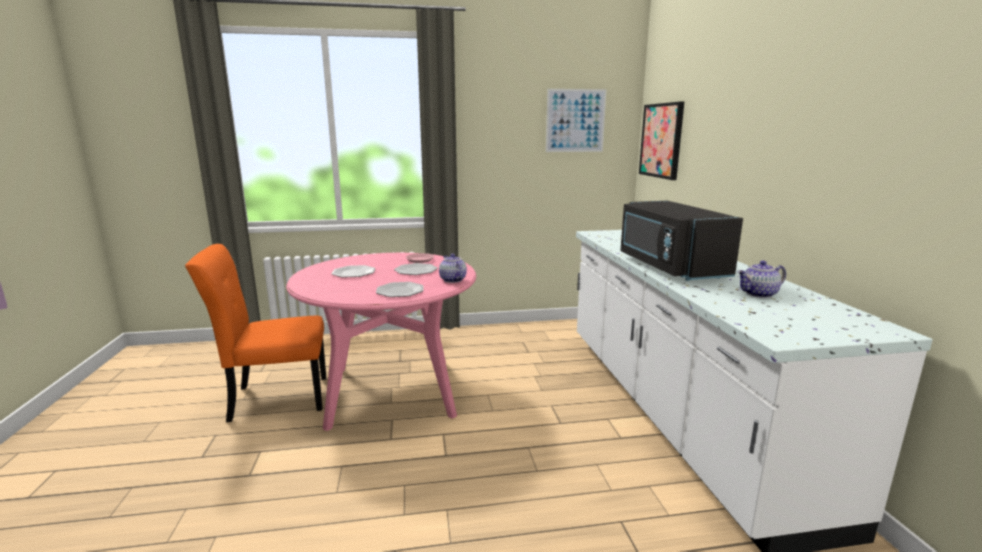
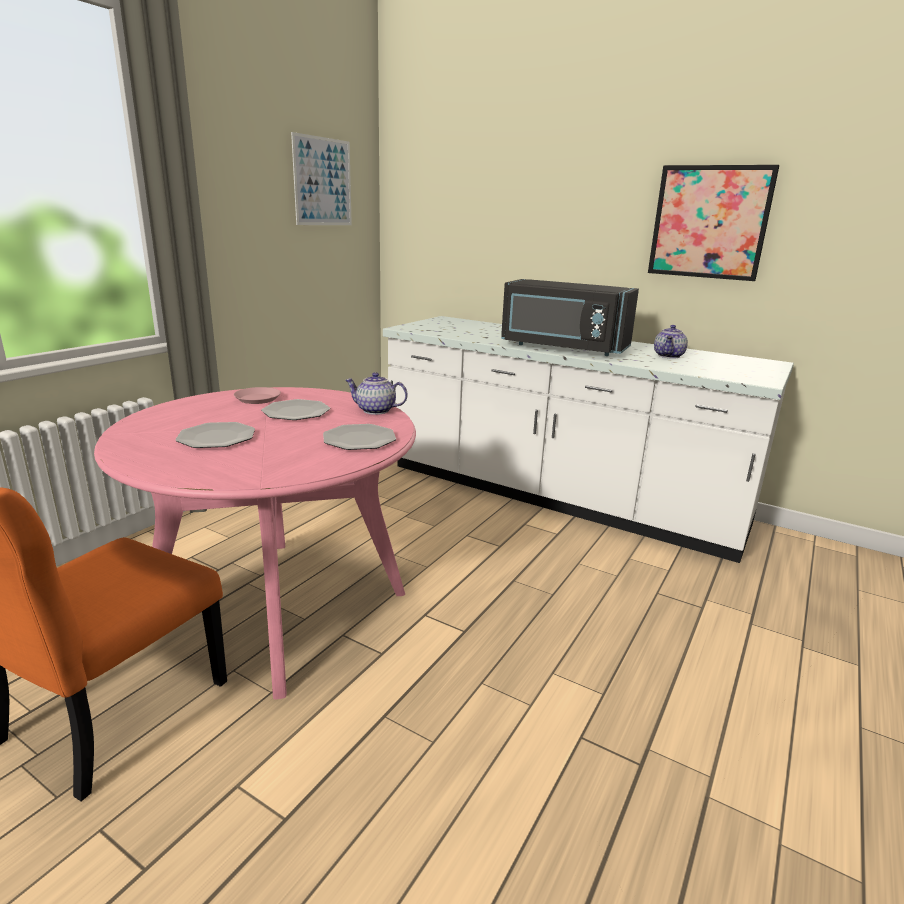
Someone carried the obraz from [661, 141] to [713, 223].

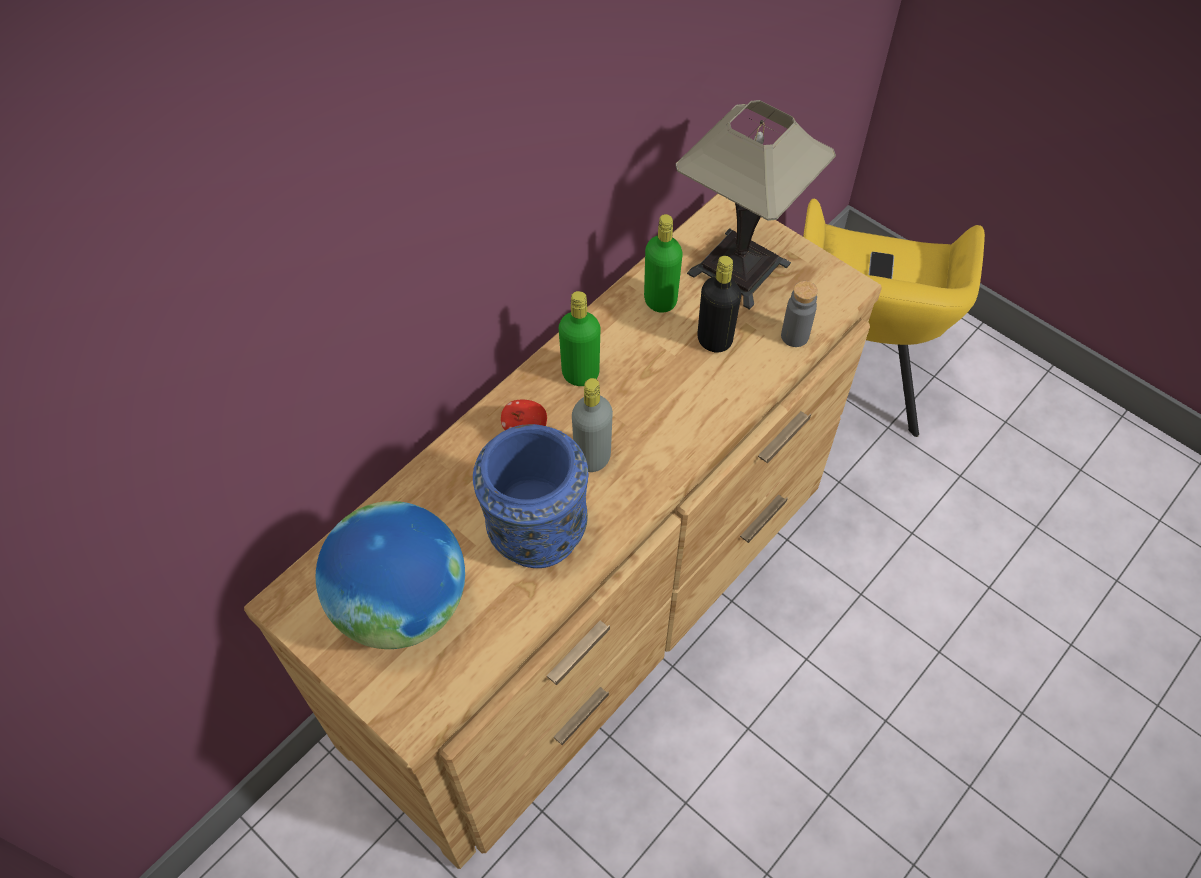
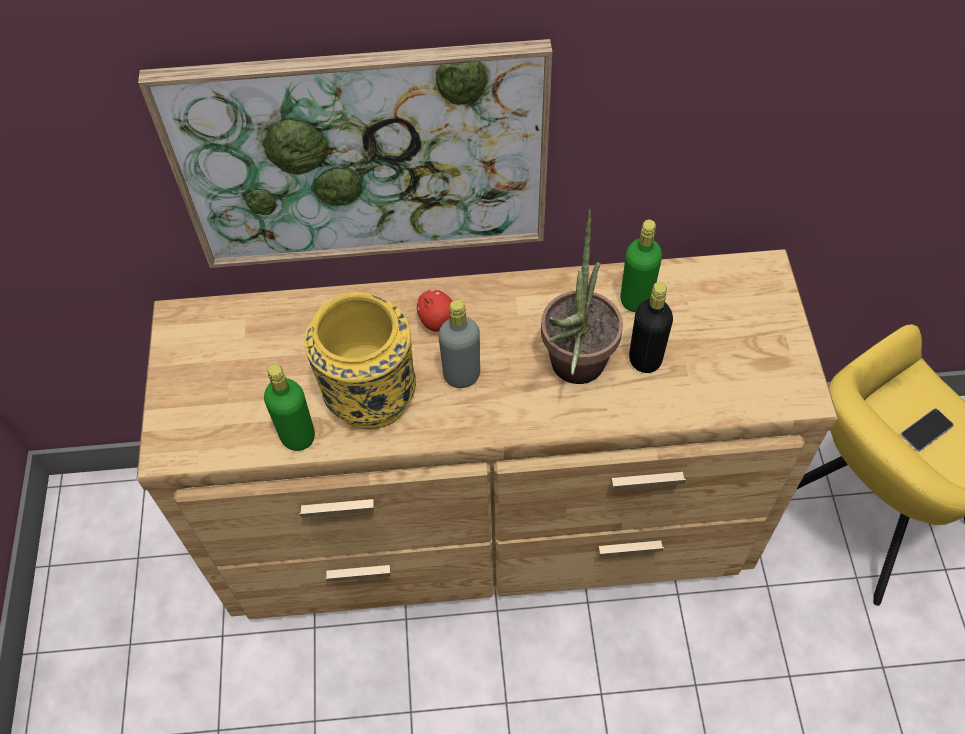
Someone put up the obraz at [345, 153]. Someone carried the butelka/zielony from [580, 338] to [289, 407]. Someone repainted the wazon/niebieski at [530, 496], which became the wazon/żółty at [360, 360]. Someone put down the roślina doniczkowa at [582, 296]. Someone took away the globus at [390, 575]. Someone took away the lampa stołowa at [756, 205]. Someone took away the butelka/szary at [799, 314].

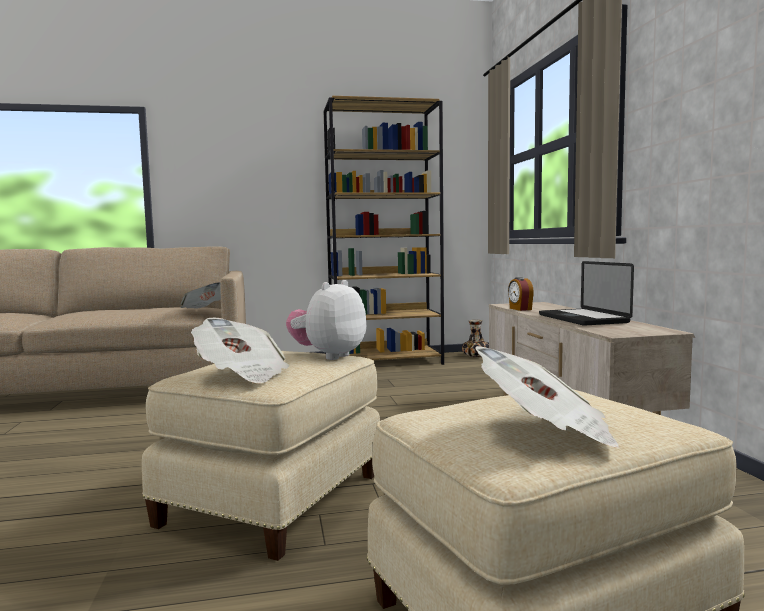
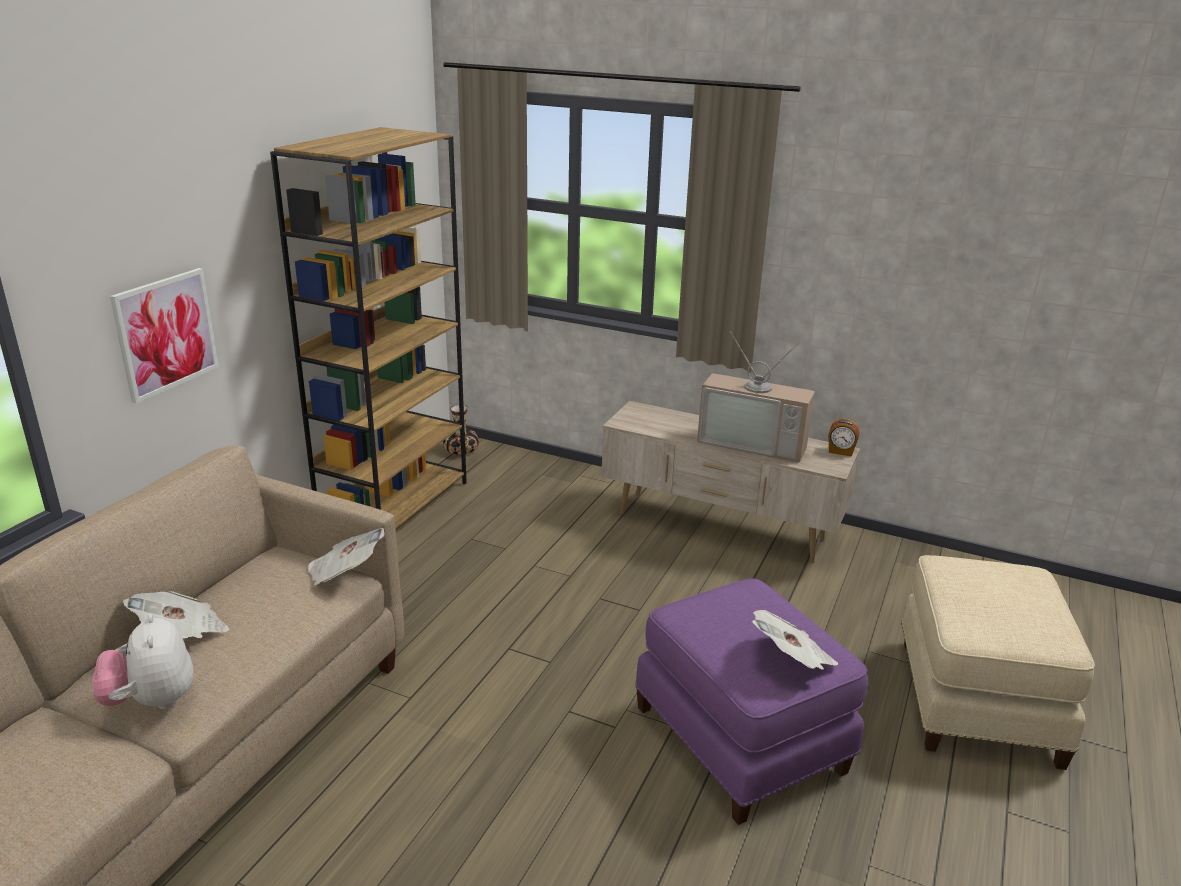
Someone carried the pluszak from [326, 320] to [143, 661]. Someone put up the obraz at [164, 335]. Someone carried the gazeta from [547, 397] to [176, 615]. Someone repainted the pufa/beżowy at [261, 456], which became the pufa/fioletowy at [751, 702]. Someone swapped the laptop at [586, 293] for the telewizor at [756, 396]. Someone carried the budzik from [521, 294] to [843, 437].

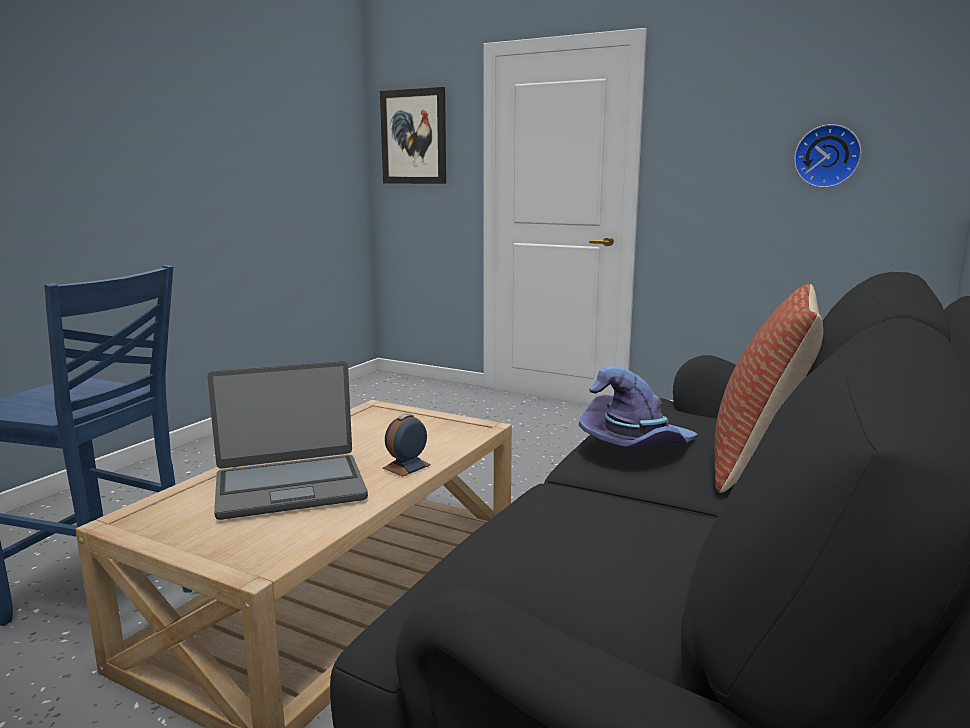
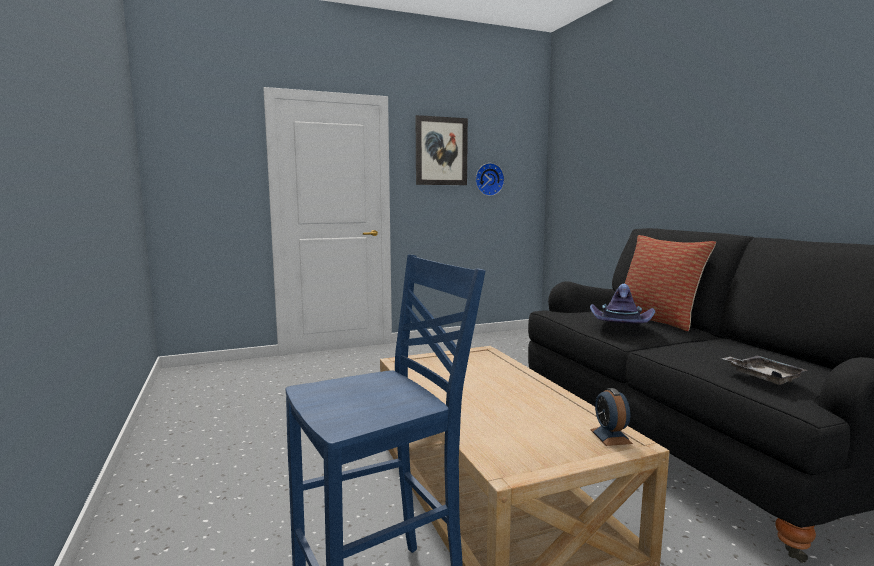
Someone carried the obraz from [413, 135] to [442, 150]. Someone carried the budzik from [407, 445] to [611, 417]. Someone put down the taca/szary at [764, 370]. Someone took away the laptop at [287, 440].

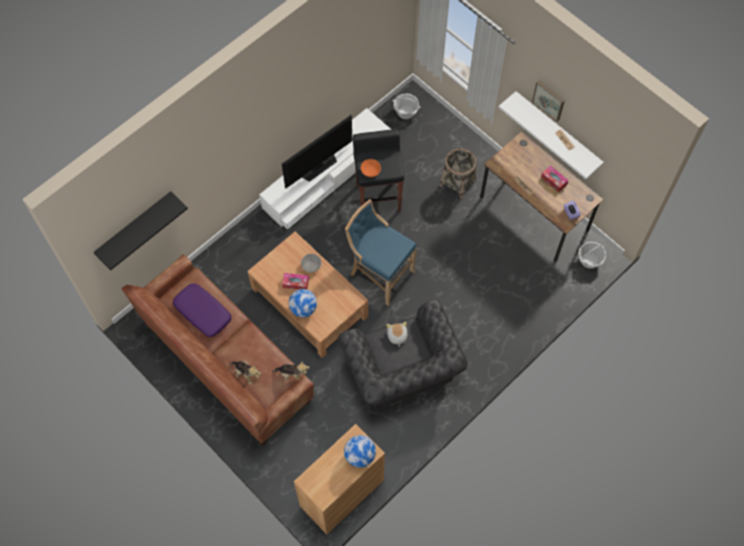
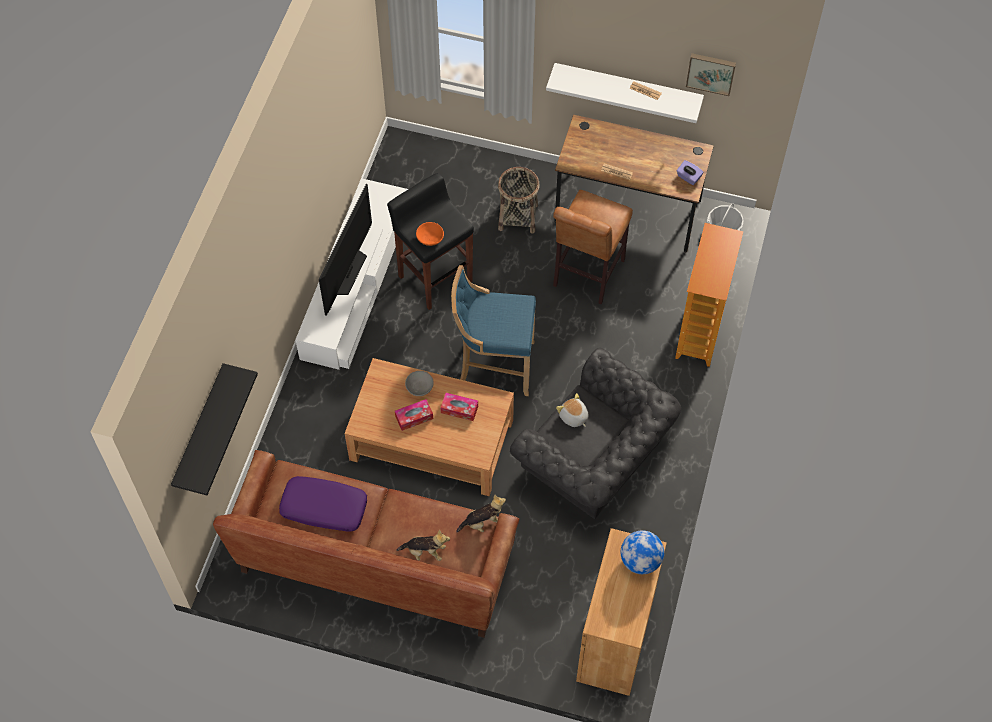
Someone carried the pudełko chusteczek from [554, 179] to [459, 407]. Someone put down the stołek/brązowy at [593, 247]. Someone put down the regał at [709, 295]. Someone carried the obraz from [548, 101] to [711, 74]. Someone took away the globus at [303, 303]. Someone took away the koszyk at [406, 106].

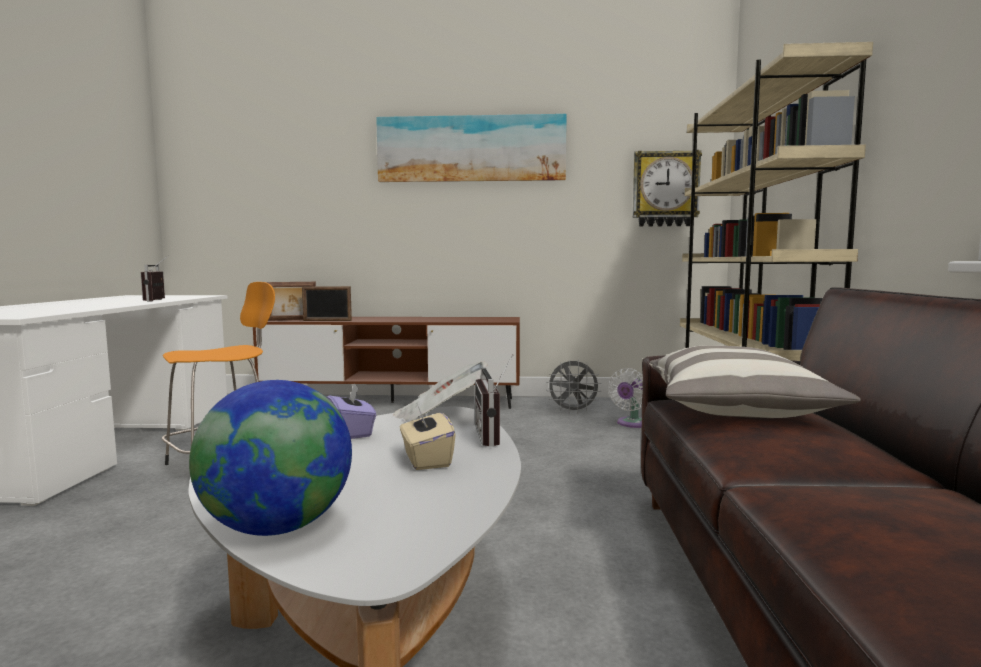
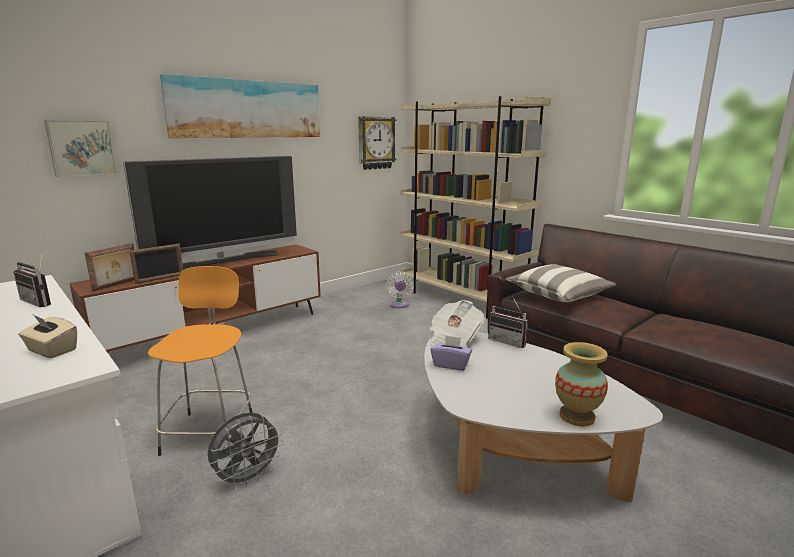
Someone carried the pudełko chusteczek/beżowy from [428, 437] to [47, 336]. Someone put up the obraz at [80, 148]. Someone put down the telewizor at [210, 213]. Someone carried the wentylator/szary from [573, 386] to [246, 451]. Someone swapped the globus at [270, 458] for the wazon at [581, 384].

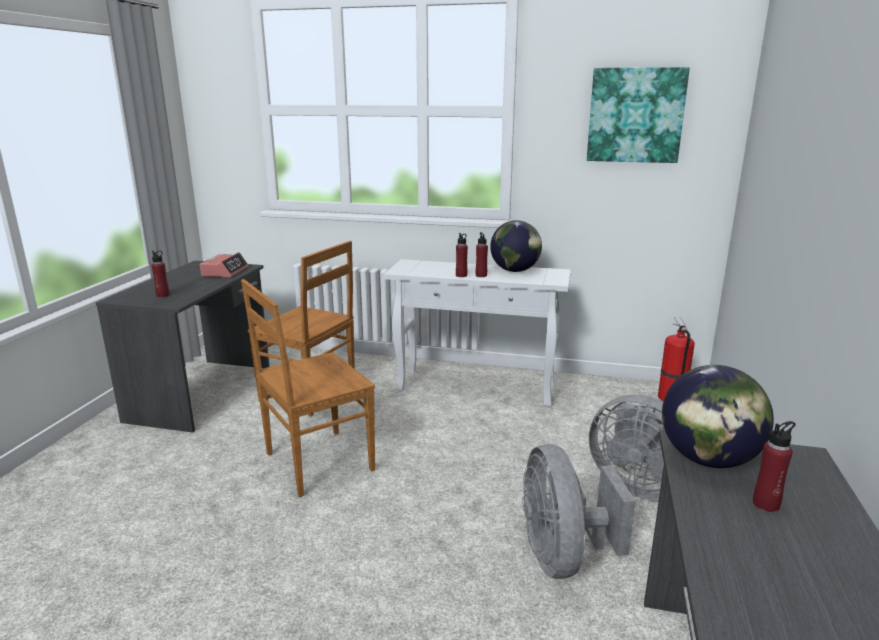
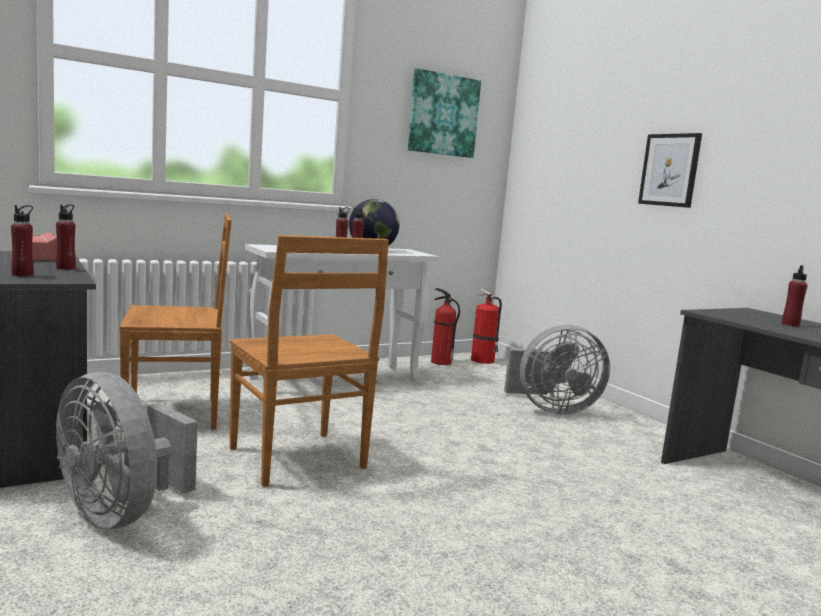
Someone put down the butelka/czerwony at [66, 237]. Someone carried the wentylator/szary from [579, 511] to [127, 450]. Someone rotated the krzesło/brązowy at [308, 388] by 45 degrees counterclockwise. Someone put down the gaśnica at [445, 326]. Someone put up the obraz at [670, 170]. Someone took away the globus at [718, 416].

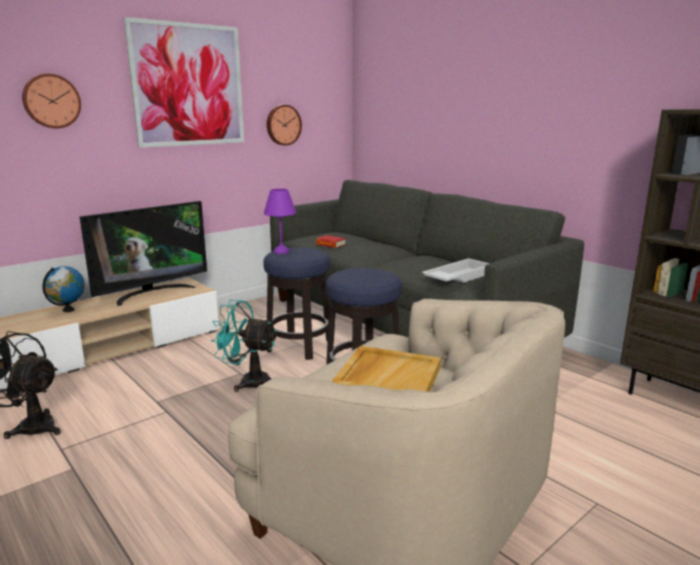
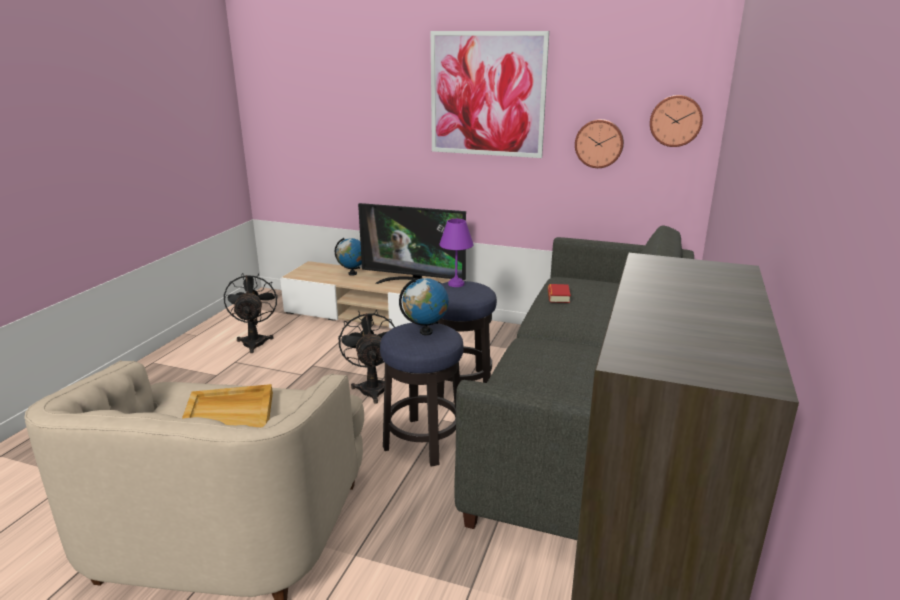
Someone repainted the wentylator/turkusowy at [243, 346], which became the wentylator/czarny at [366, 357]. Someone put down the globus at [424, 306]. Someone carried the zegar ścienny from [51, 101] to [676, 121]. Someone took away the taca/biały at [456, 270].

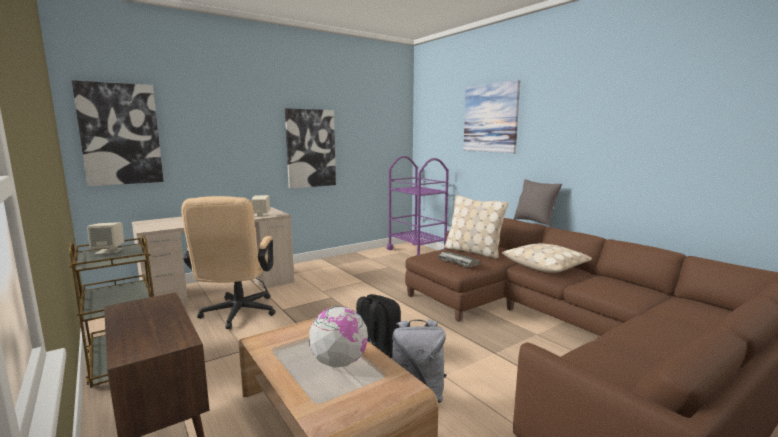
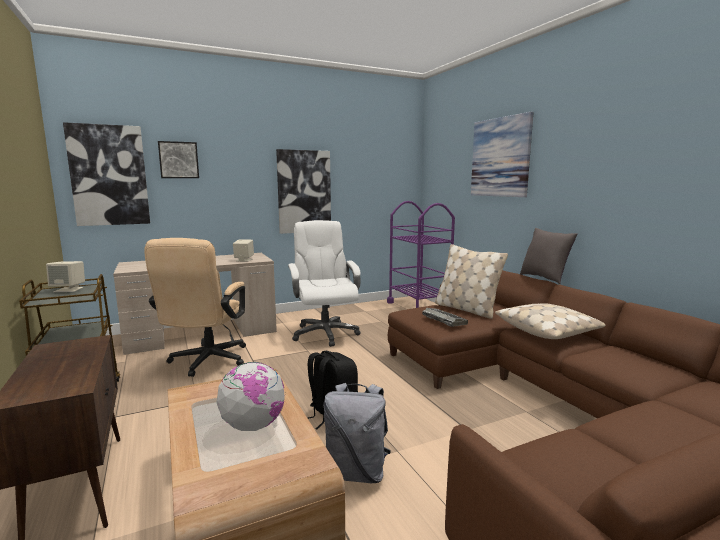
Someone put up the obraz at [178, 159]. Someone put down the krzesło biurowe/biały at [324, 283].

